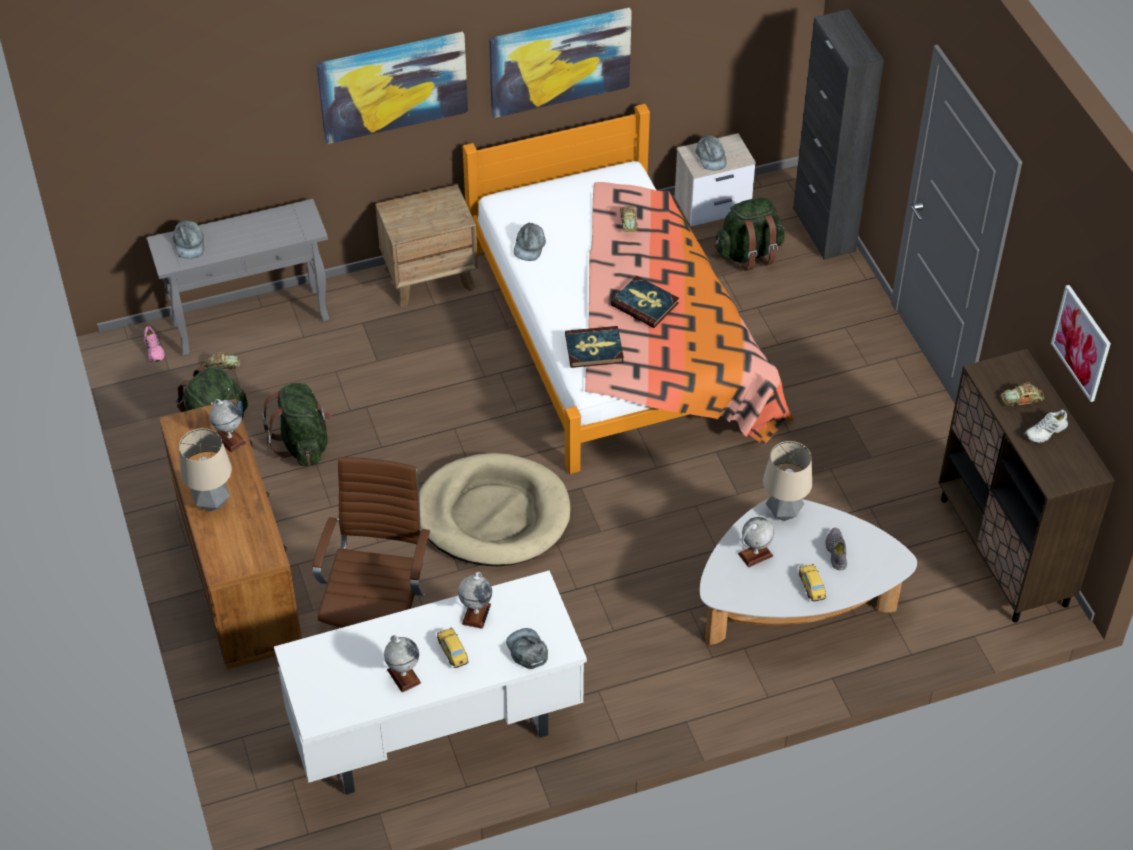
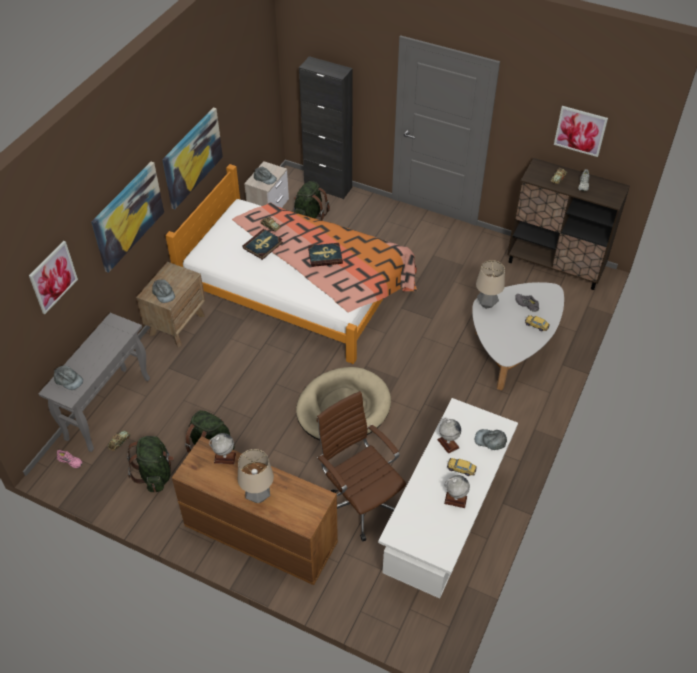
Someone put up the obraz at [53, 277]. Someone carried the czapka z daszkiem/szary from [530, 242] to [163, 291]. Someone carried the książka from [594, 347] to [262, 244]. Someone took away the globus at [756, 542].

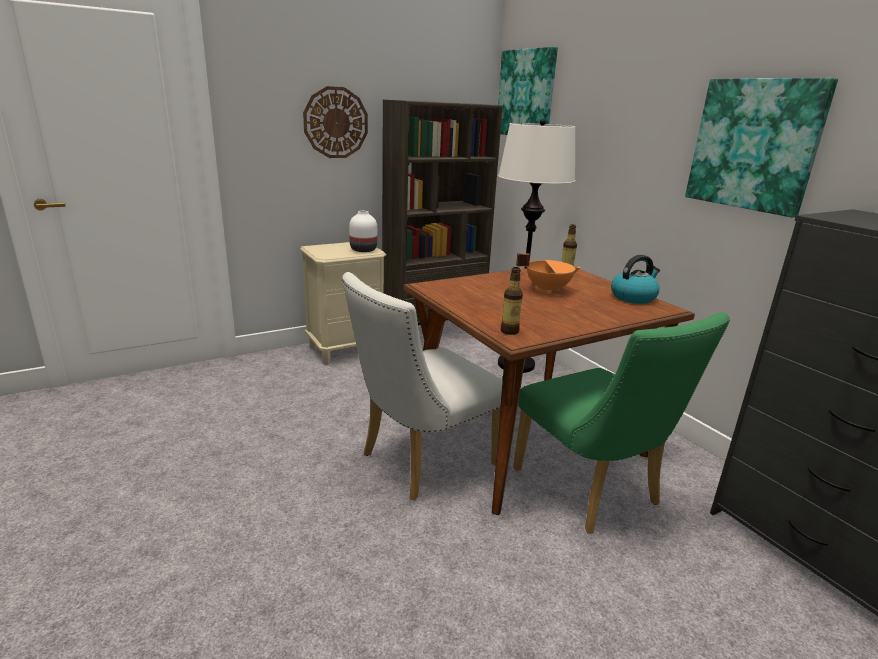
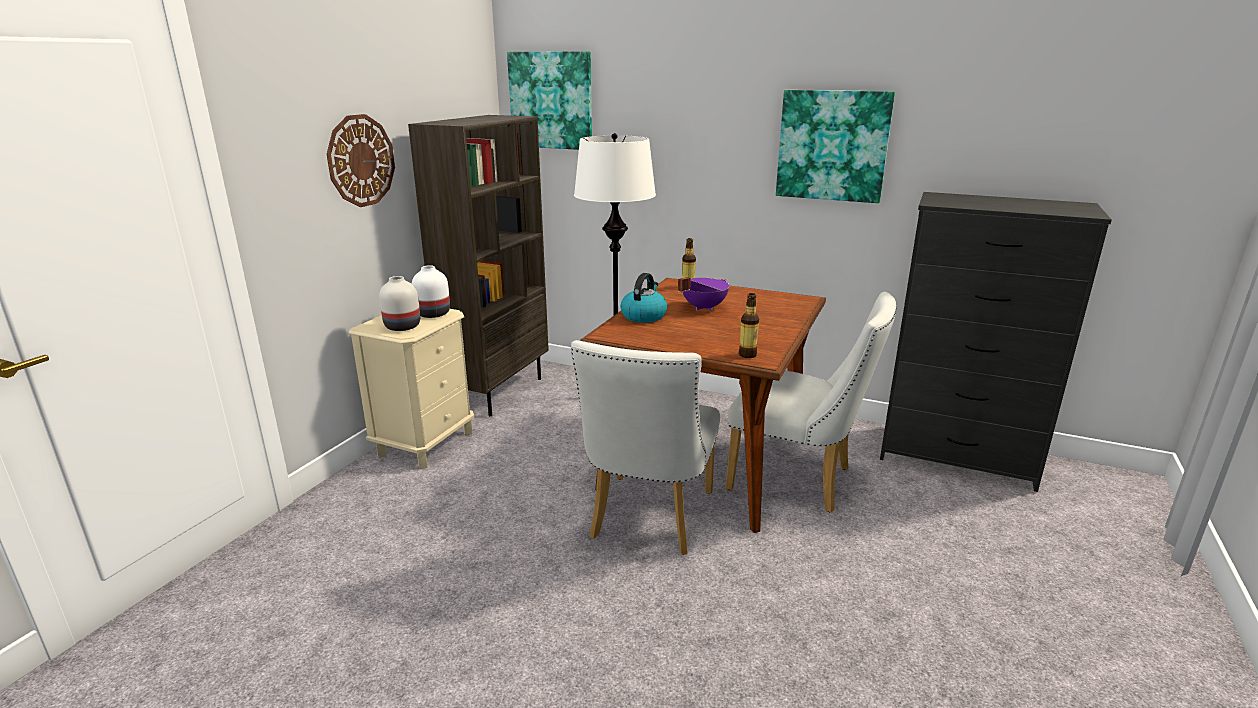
Someone put down the wazon/biały at [399, 303]. Someone carried the czajnik from [635, 279] to [644, 298]. Someone repainted the garnek/pomarańczowy at [548, 273], which became the garnek/fioletowy at [703, 294]. Someone repainted the krzesło/zielony at [621, 423], which became the krzesło/biały at [811, 402].

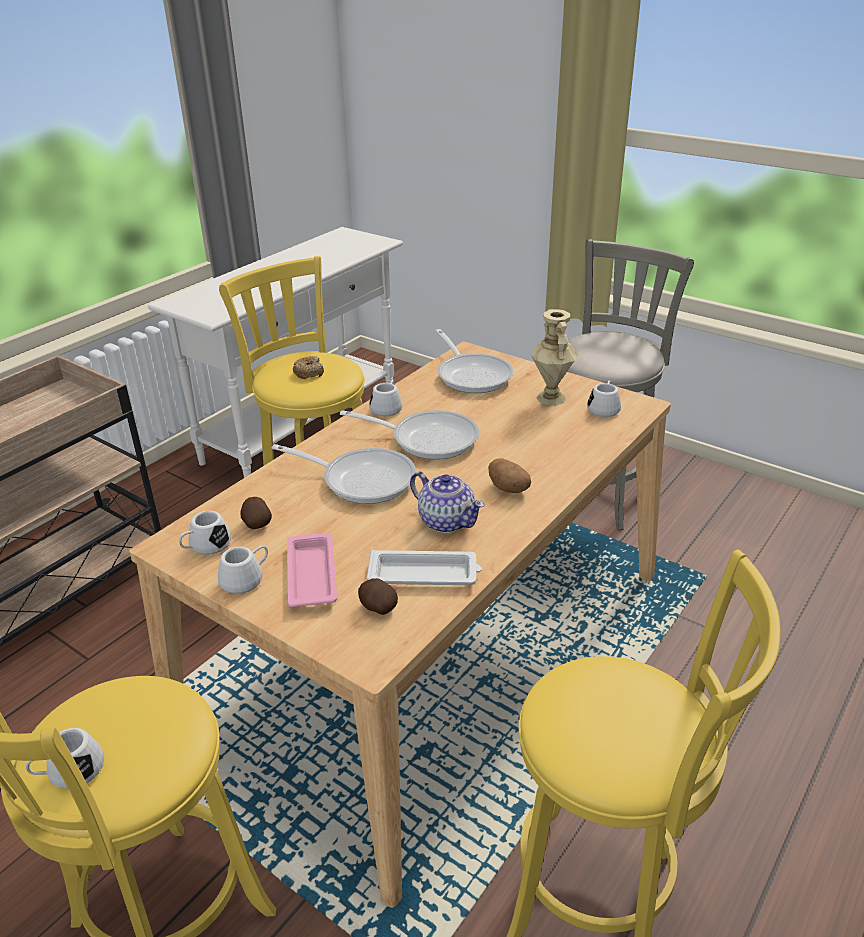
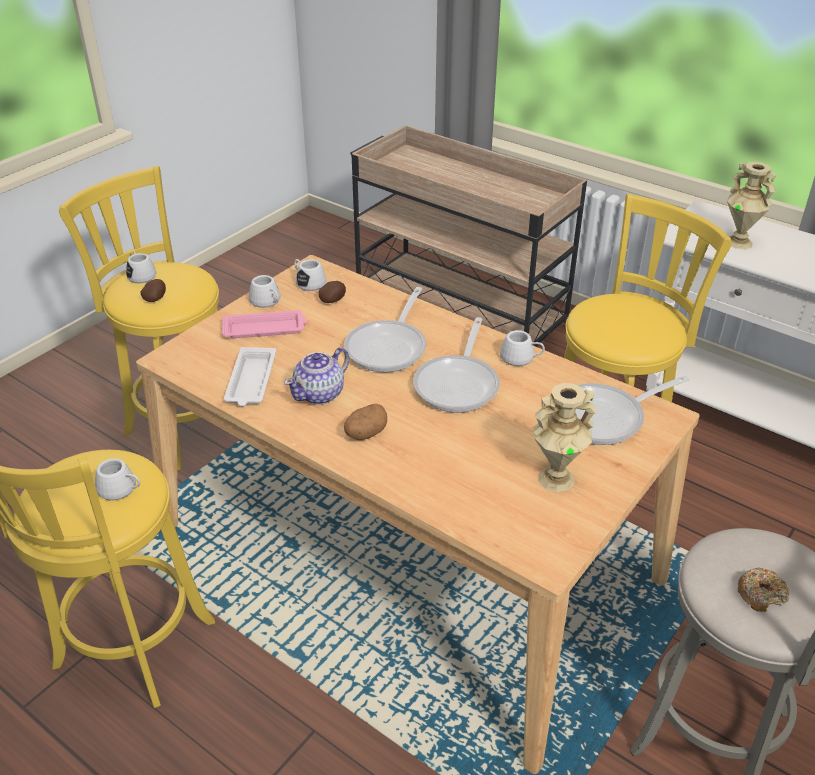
Someone carried the kubek/biały from [604, 399] to [117, 479]. Someone carried the ziemniak from [378, 596] to [153, 290]. Someone put down the wazon/beżowy at [751, 205]. Someone carried the donut from [308, 367] to [764, 589].

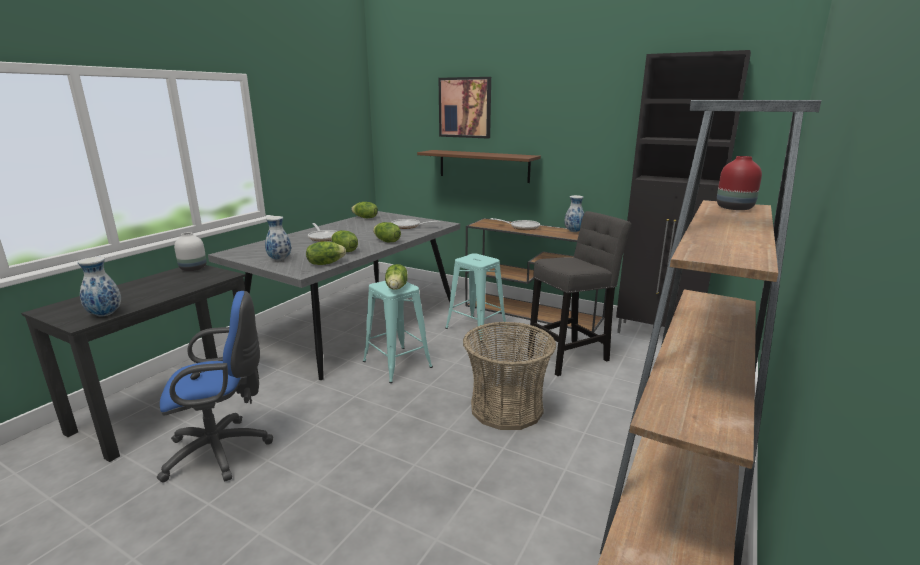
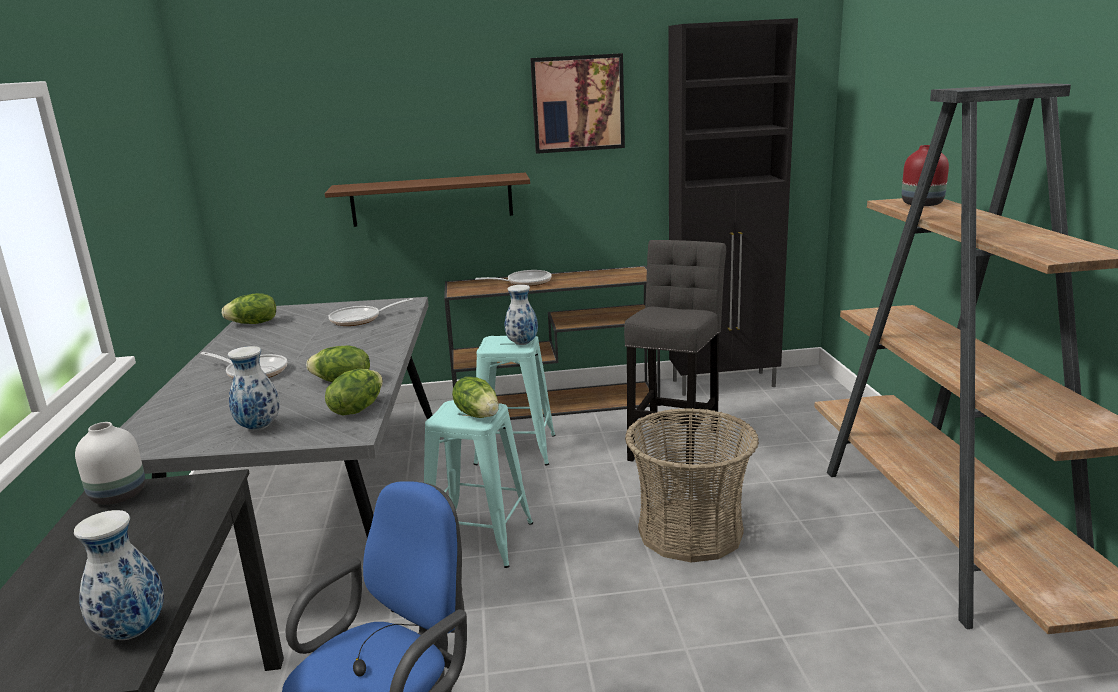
Someone carried the wazon from [574, 213] to [521, 315]. Someone carried the obraz from [465, 107] to [577, 103]. Someone took away the sałata at [387, 232].

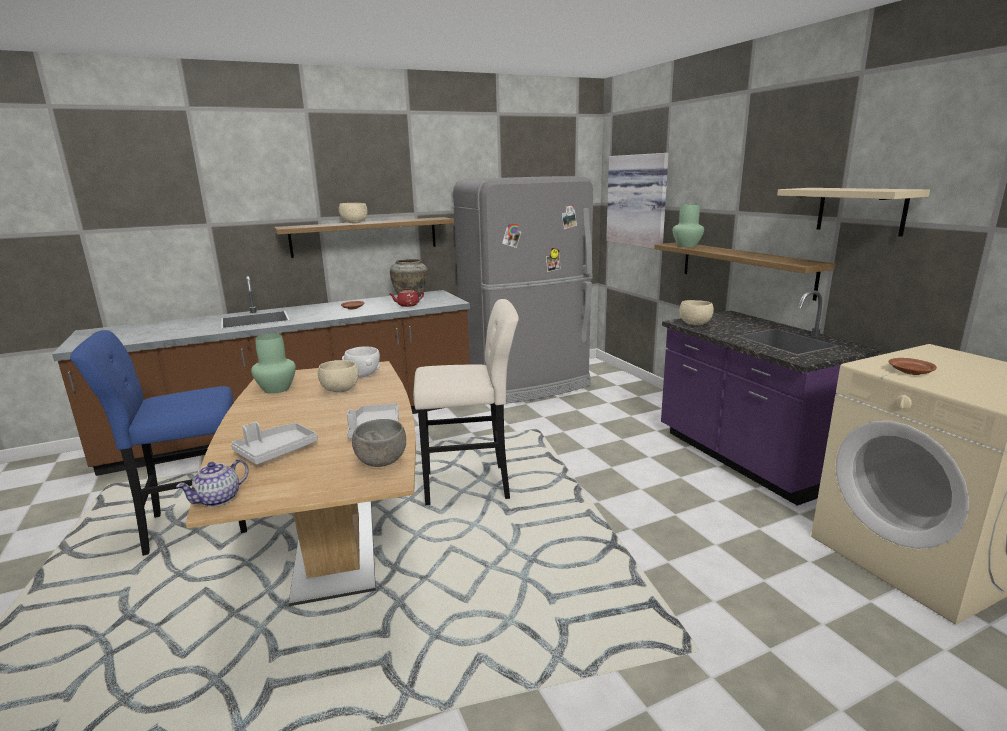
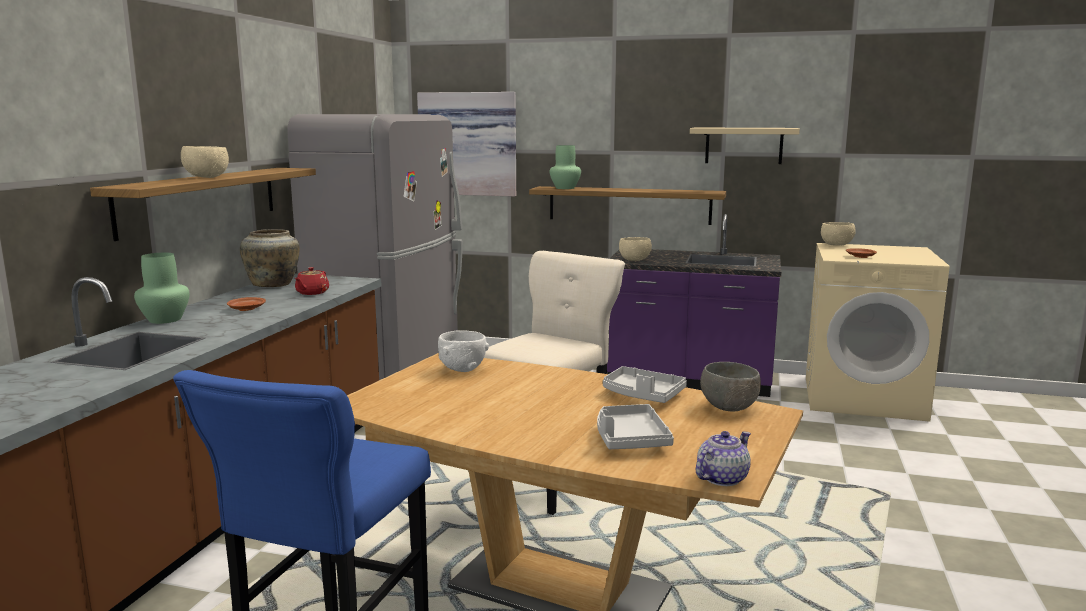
Someone carried the wazon/zielony from [273, 363] to [162, 288]. Someone rotated the imbryk at [212, 483] by 120 degrees counterclockwise. Someone carried the miska/beżowy from [338, 376] to [838, 234].

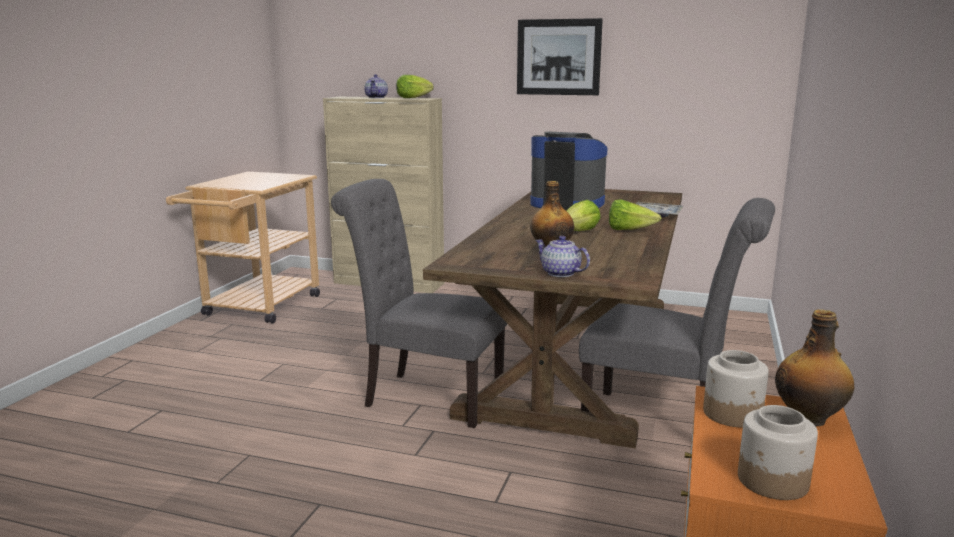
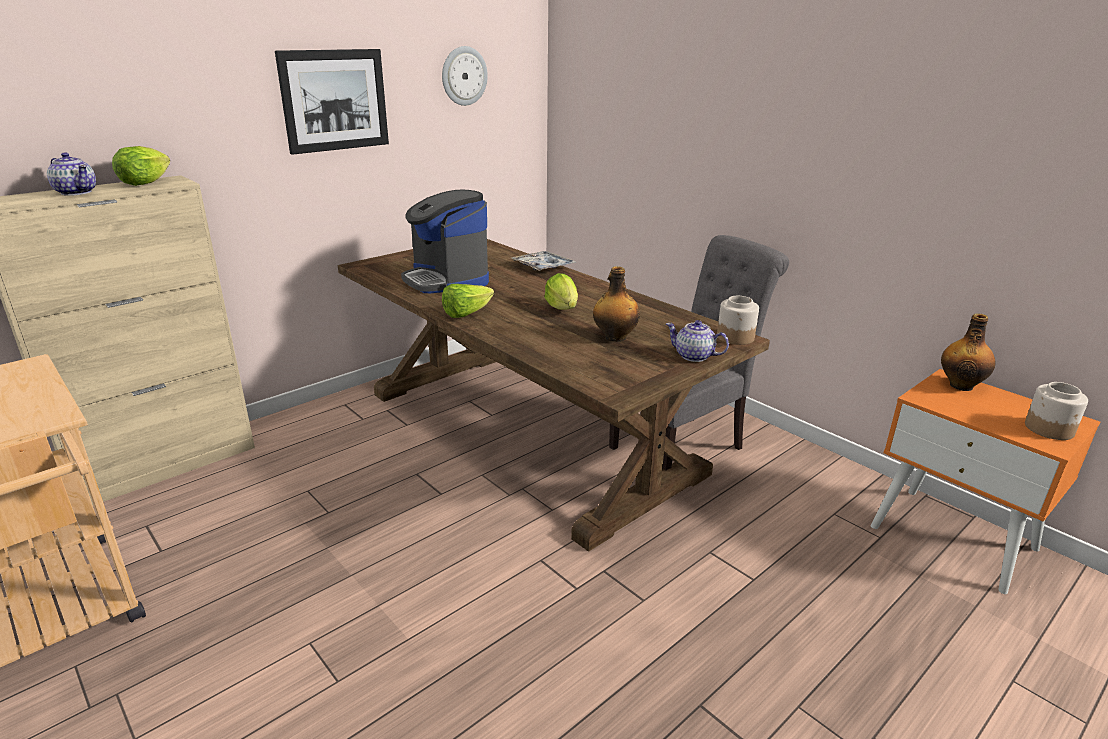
Someone rotated the ekspres do kawy at [569, 170] by 90 degrees counterclockwise. Someone put up the zegar ścienny at [465, 76]. Someone carried the sałata from [635, 214] to [468, 301]. Someone rotated the imbryk at [562, 256] by 45 degrees clockwise. Someone carried the słoik from [736, 388] to [738, 320]. Someone took away the krzesło/szary at [419, 303].

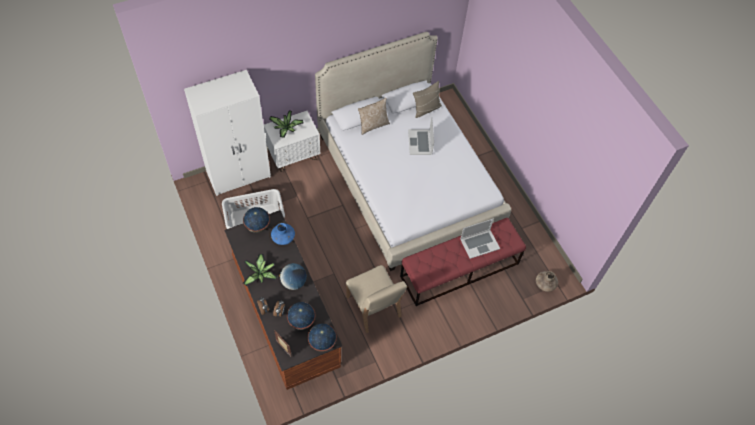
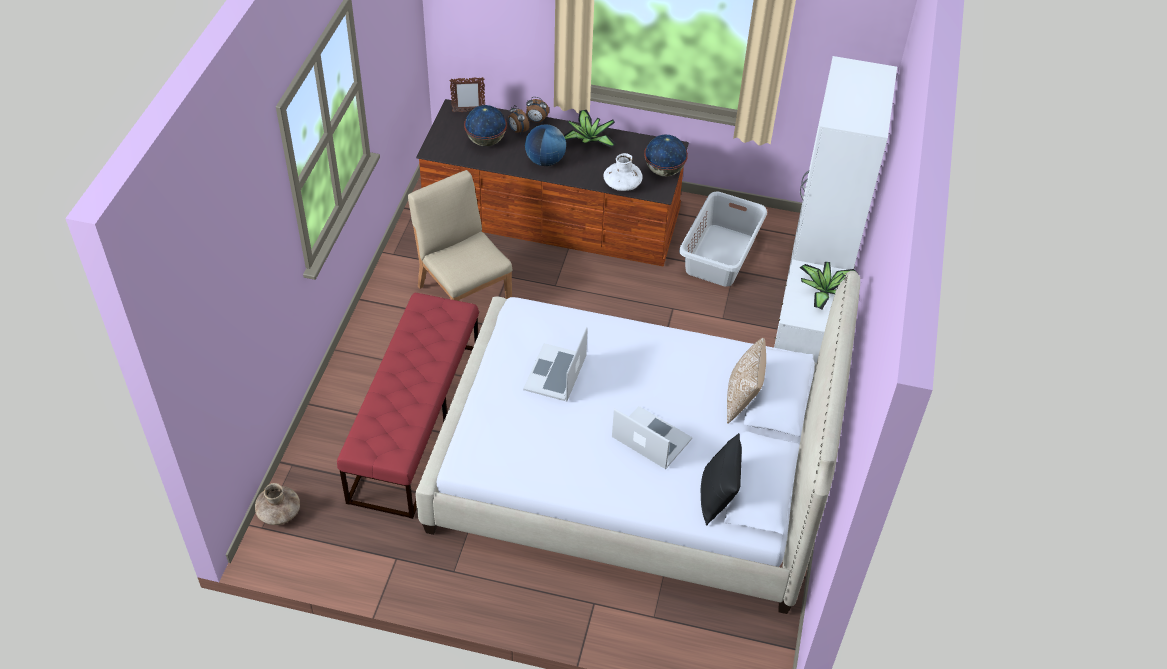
Someone rotated the krzesło/beżowy at [376, 299] by 45 degrees clockwise. Someone carried the laptop from [480, 238] to [555, 364]. Someone repainted the wazon/niebieski at [283, 234], which became the wazon/biały at [623, 172]. Someone repainted the poduszka/beżowy at [427, 99], which became the poduszka/czarny at [721, 479]. Someone took away the globus at [322, 338].

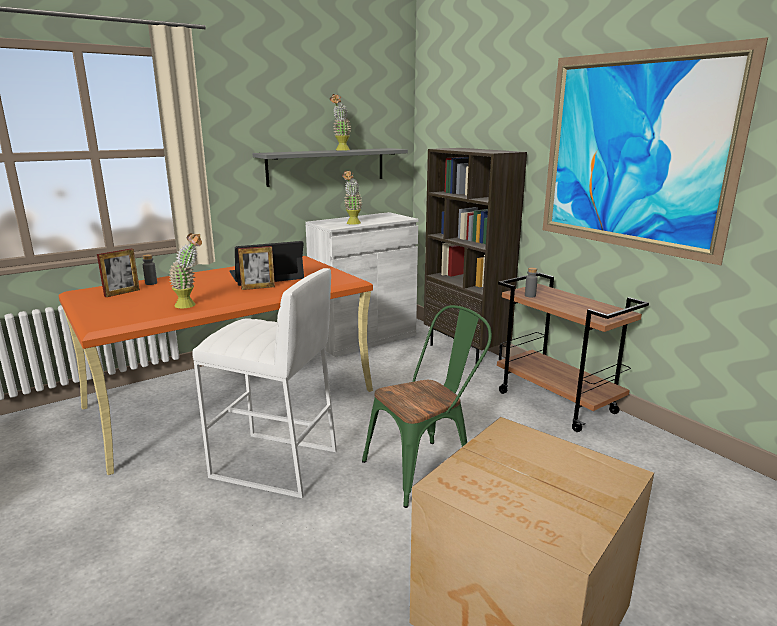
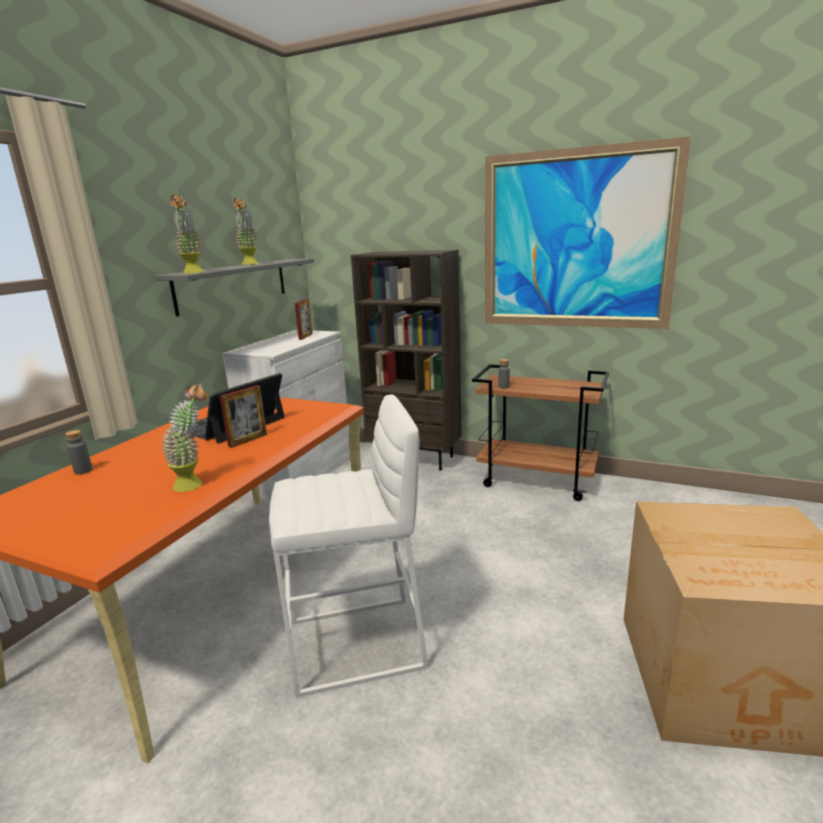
Someone carried the roślina doniczkowa from [352, 197] to [186, 234]. Someone carried the ramka na zdjęcie from [118, 272] to [304, 319]. Someone took away the krzesło/zielony at [427, 406].

